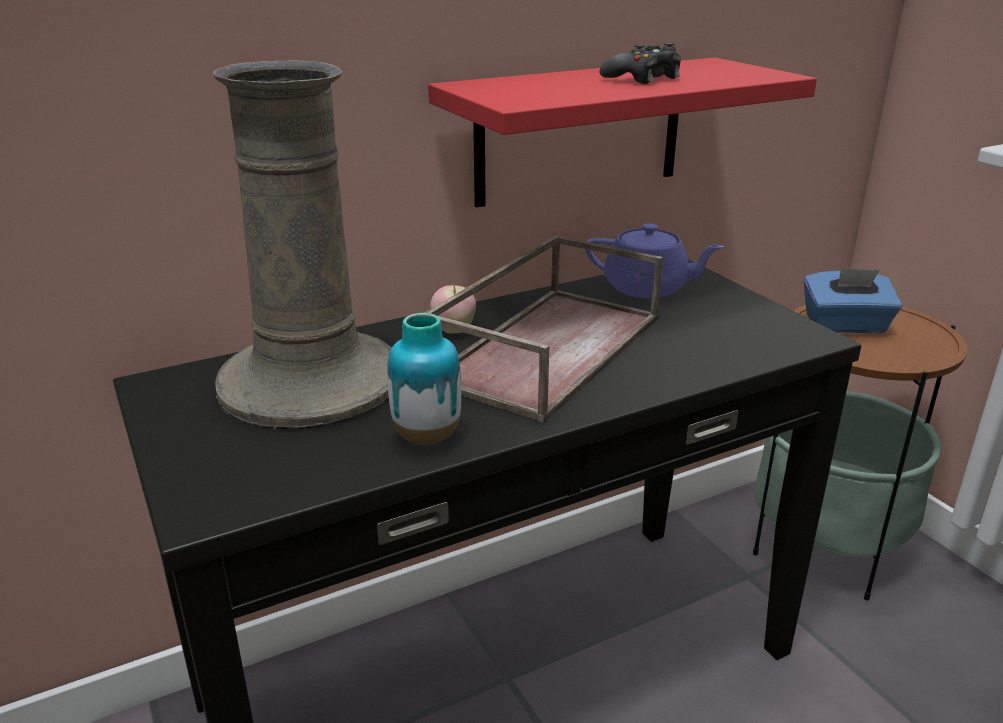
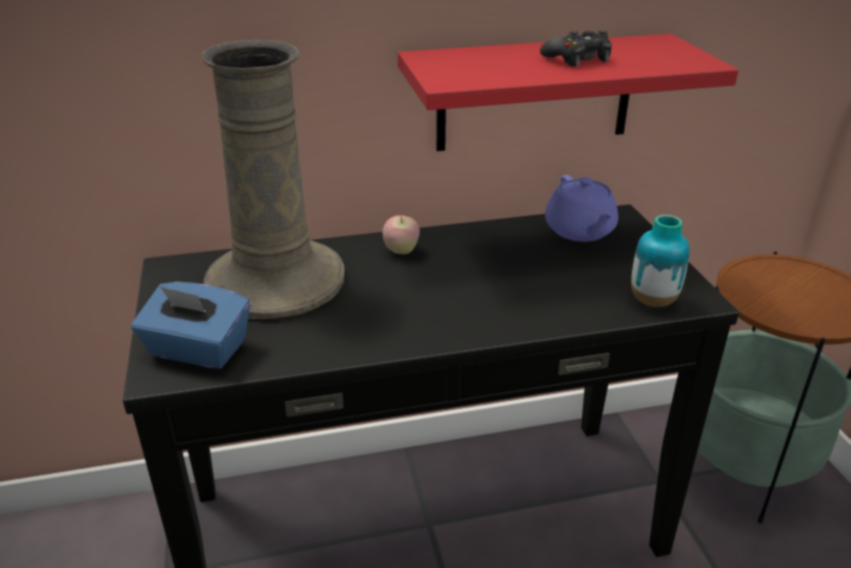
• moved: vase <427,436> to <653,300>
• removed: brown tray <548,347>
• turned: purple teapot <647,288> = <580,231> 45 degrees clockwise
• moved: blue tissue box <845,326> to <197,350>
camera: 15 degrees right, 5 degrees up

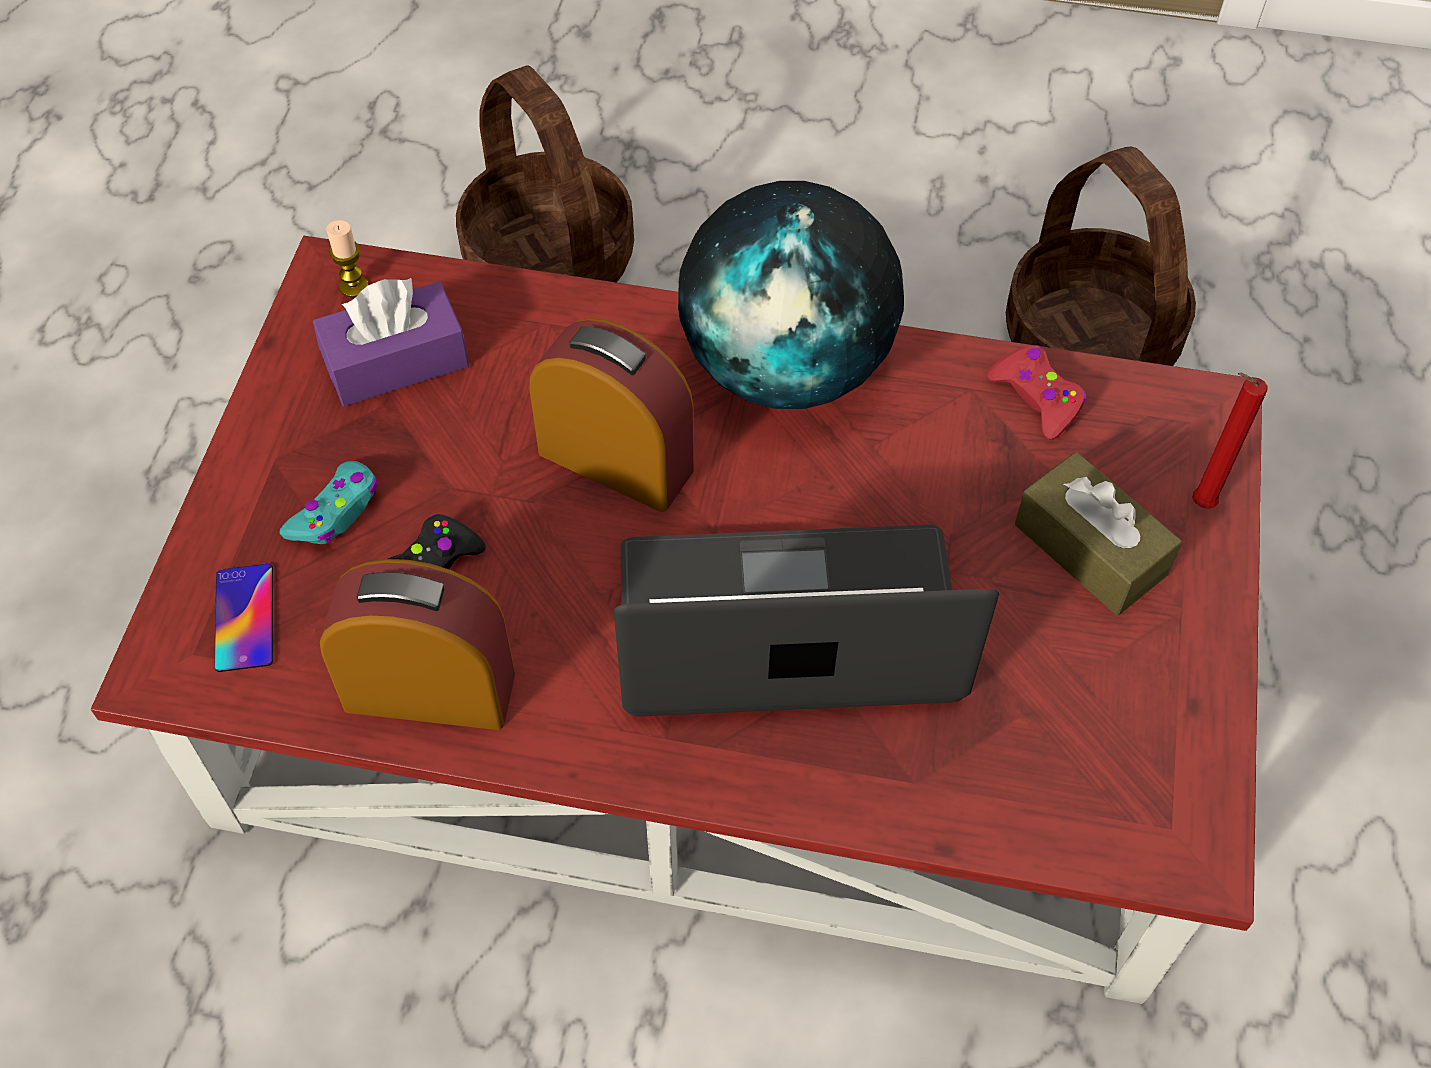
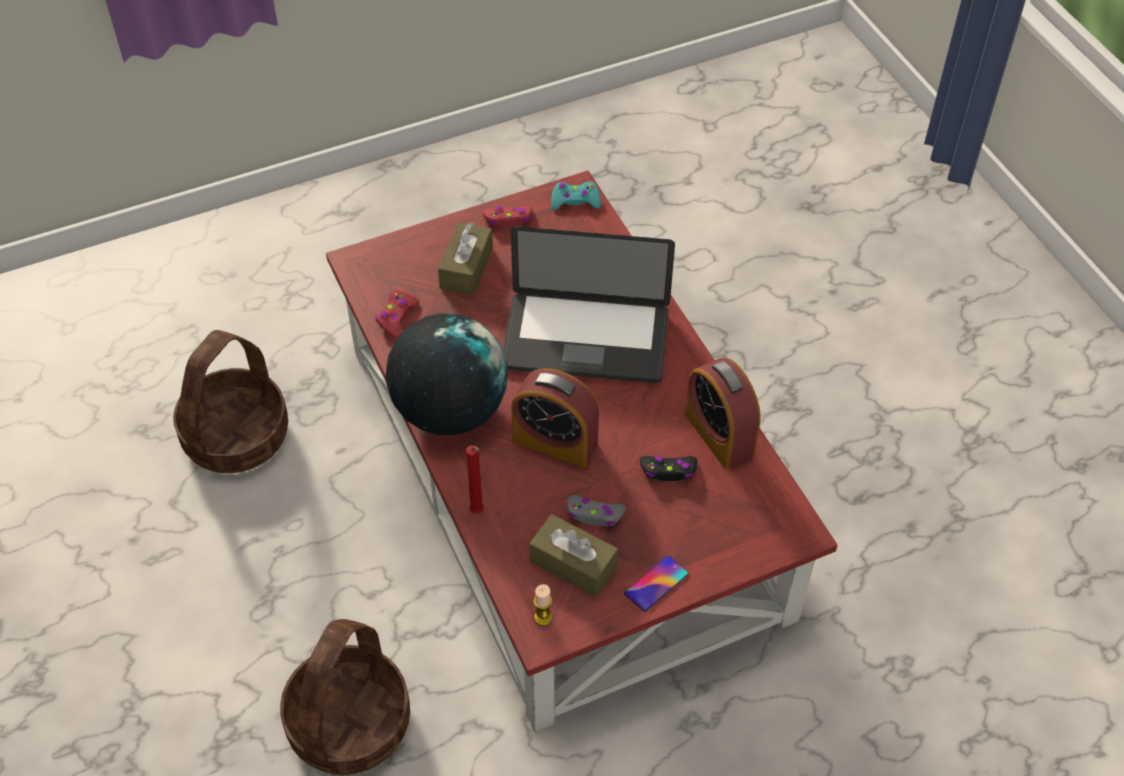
• moved: phone <244,618> to <656,583>
• moved: turquoise game controller <336,512> to <575,201>
• recoloured: purple tissue box <396,362> to brown tissue box <573,564>
• turned: alarm clock <616,460> = <555,442> 60 degrees counterclockwise
• turned: laptop <788,627> = <586,339> 45 degrees counterclockwise
• moved: red candle <1198,504> to <478,512>
• added: red game controller <508,219>
• added: grey game controller <594,515>
camera: 125 degrees left, 5 degrees down

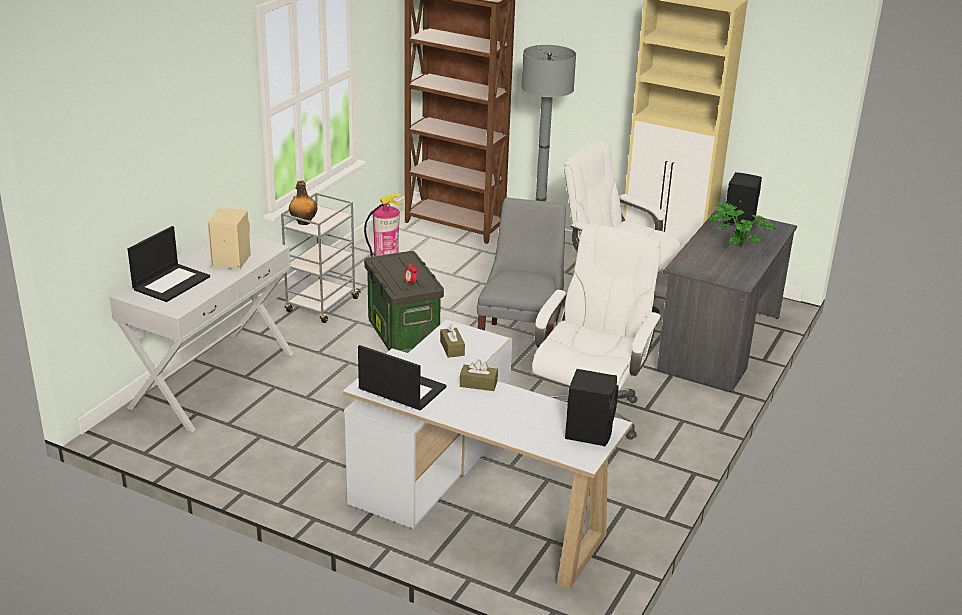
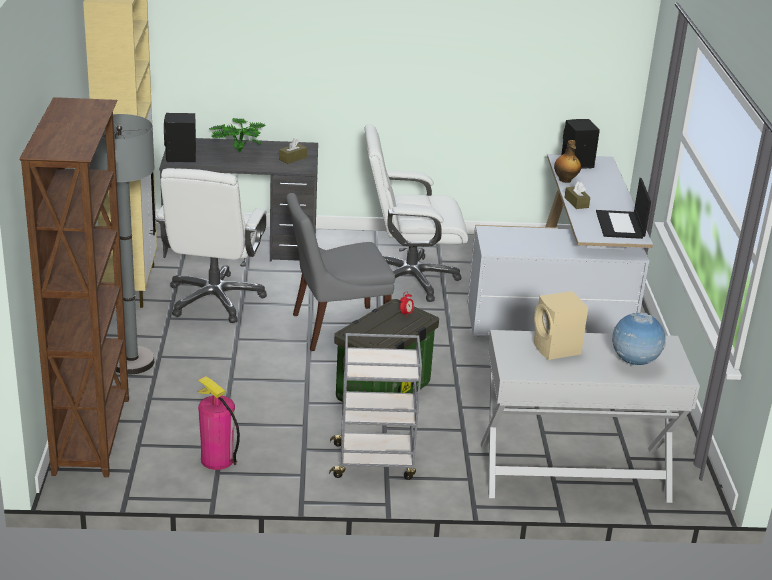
• replaced: laptop <171,282> to globe <634,363>
• moved: bottle <303,222> to <565,180>
• moved: brown tissue box <452,348> to <292,158>
camera: 120 degrees left, 0 degrees up

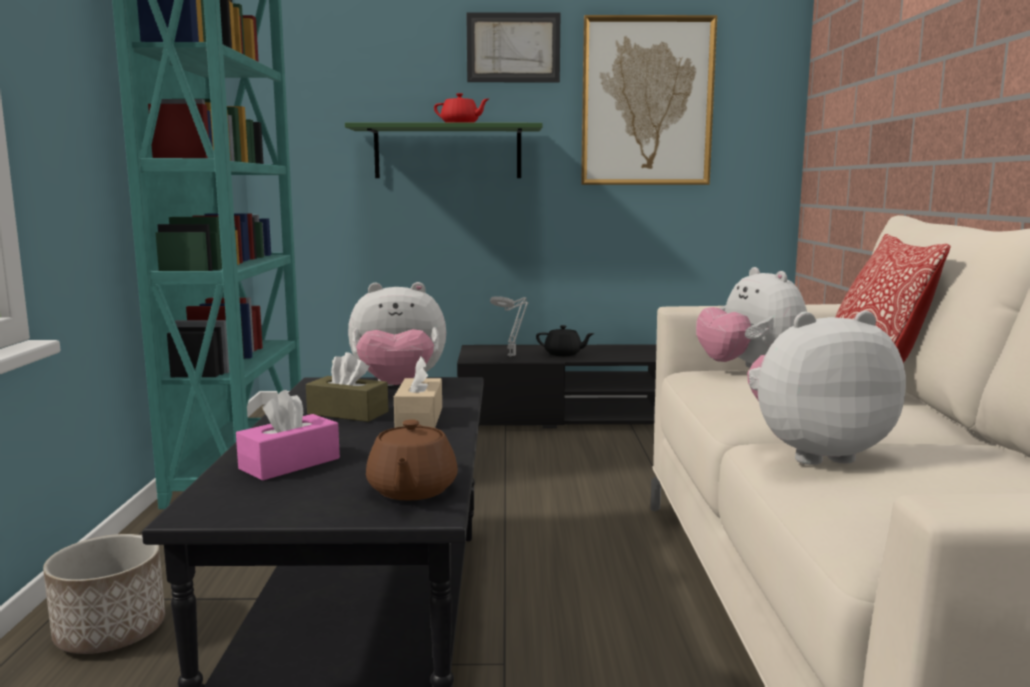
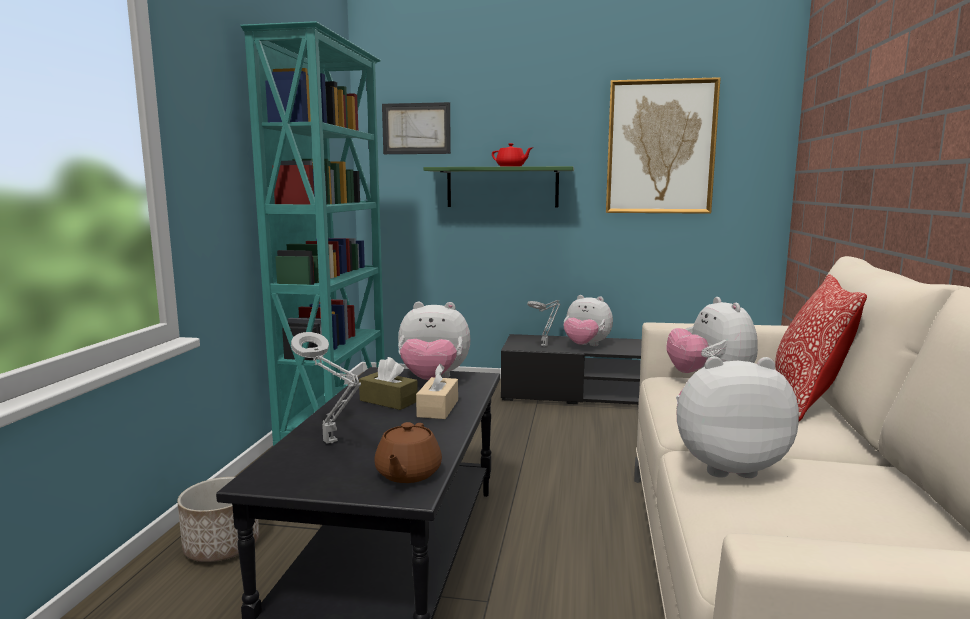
• replaced: pink tissue box <290,463> to grey table lamp <332,443>
• moved: picture <513,48> to <416,128>
• replaced: black teapot <563,354> to plush toy <586,346>
camera: 10 degrees right, 0 degrees up

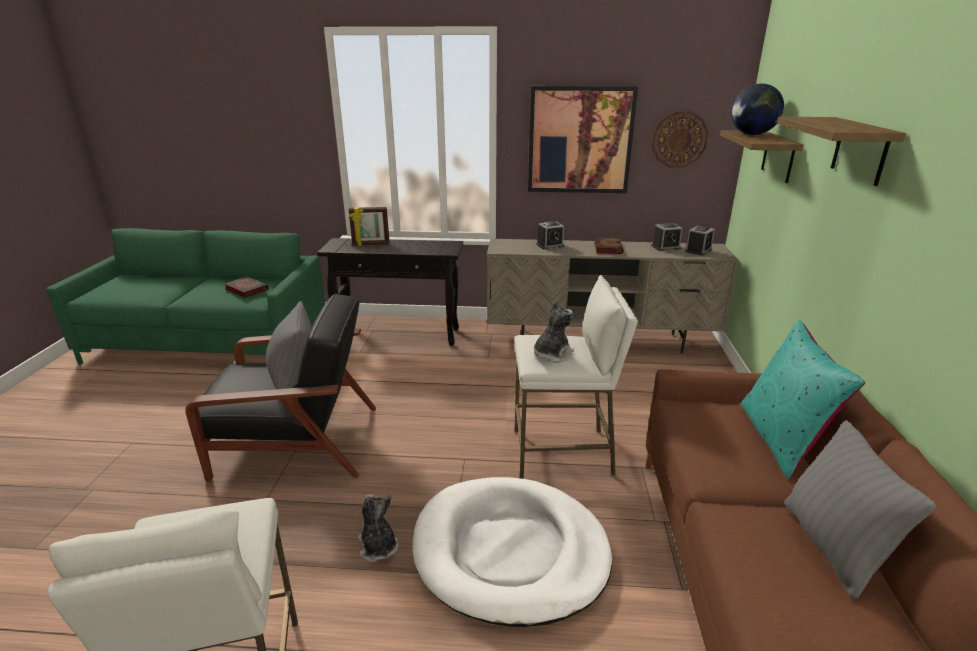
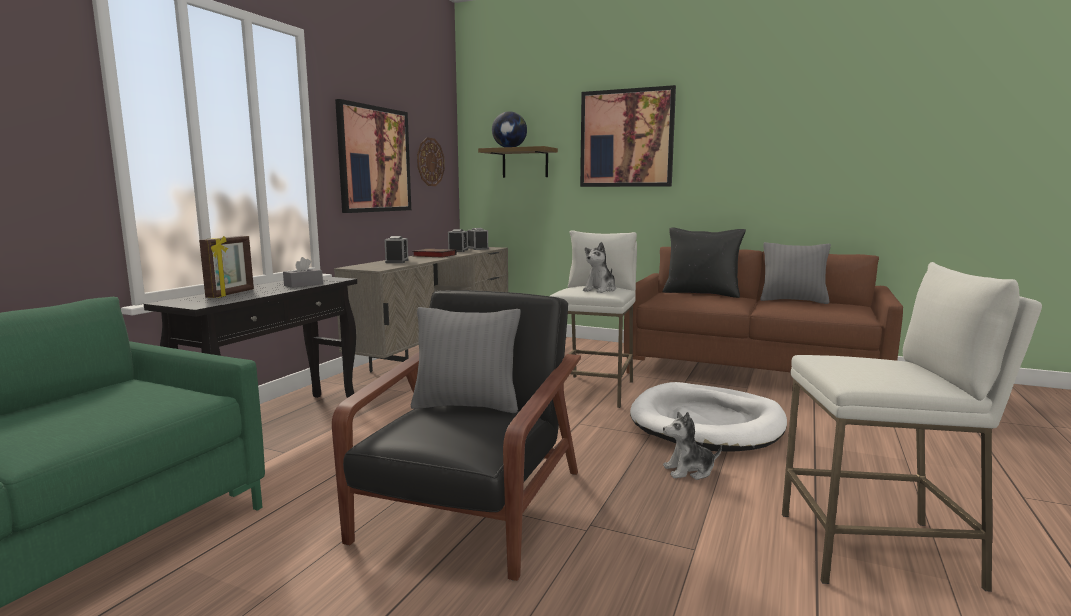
• removed: book <245,289>
• turned: plush toy <552,354> = <600,290> 120 degrees counterclockwise
• recoloured: turquoise pillow <781,439> to black pillow <701,293>
• replaced: shelf <860,150> to picture <626,138>
• added: grey tissue box <303,285>
camera: 70 degrees left, 15 degrees down

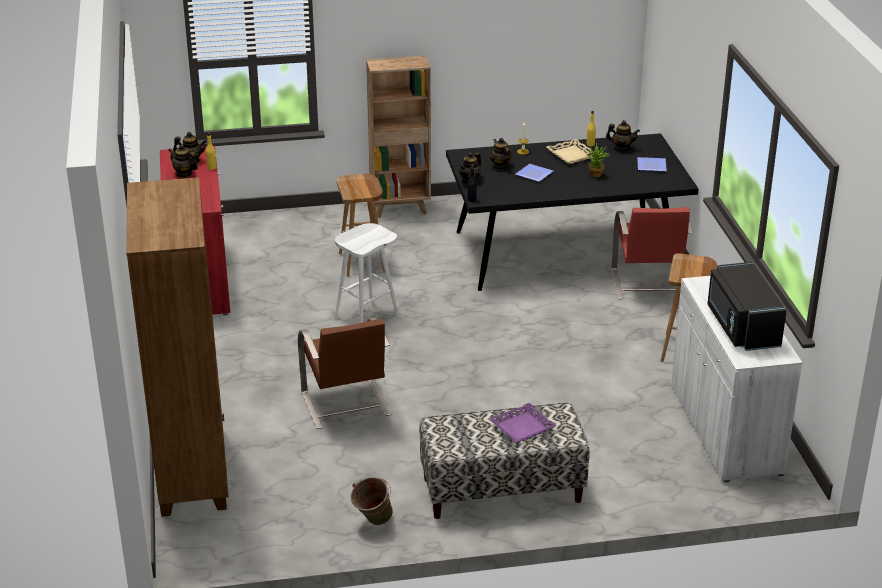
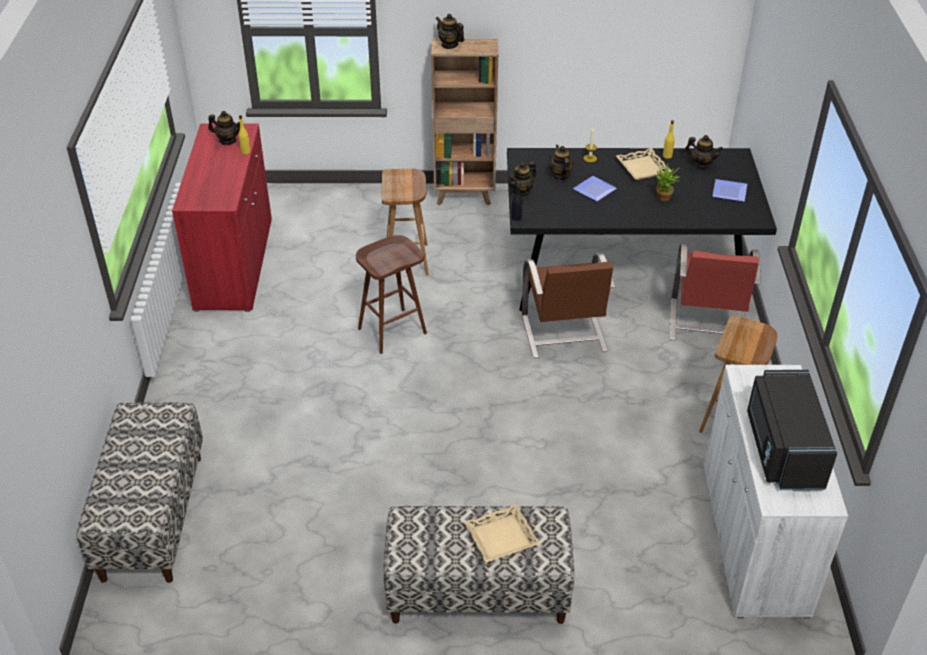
• replaced: brown bookcase <193,471> to bench <152,516>
• moved: teapot <184,174> to <449,45>
• moved: brown chair <345,405> to <563,334>
• recoloured: white stool <366,316> to brown stool <392,330>
• removed: green bucket <372,522>
• recoloured: purple tray <522,427> to beige tray <501,538>
camera: 10 degrees right, 10 degrees up

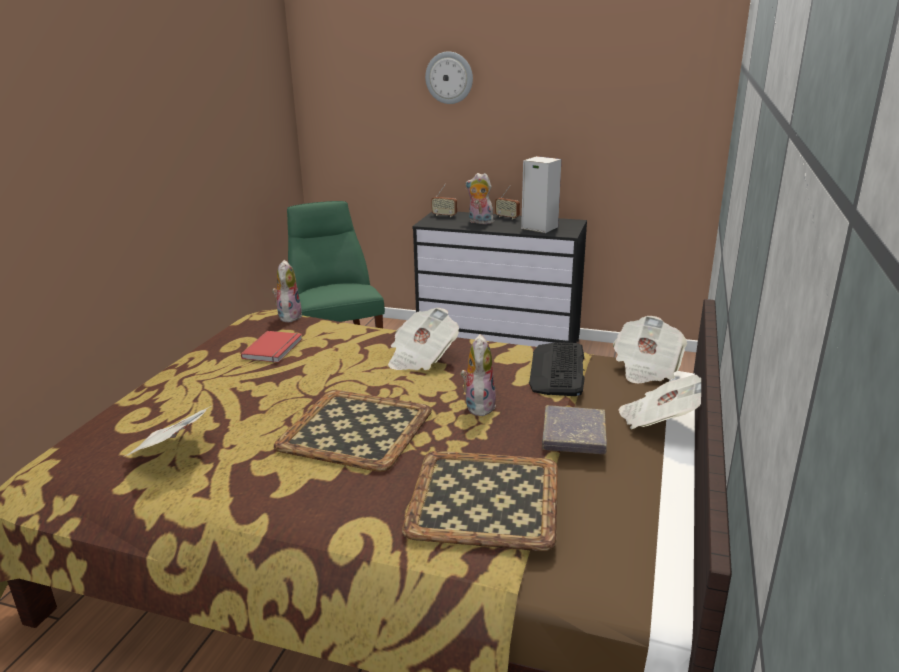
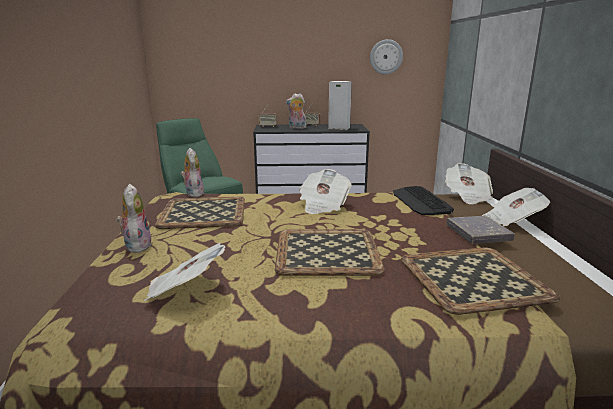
• replaced: red book <274,349> to tray <204,212>
• moved: wall clock <449,78> to <386,57>
• moved: plush toy <478,405> to <136,246>
camera: 20 degrees left, 5 degrees down

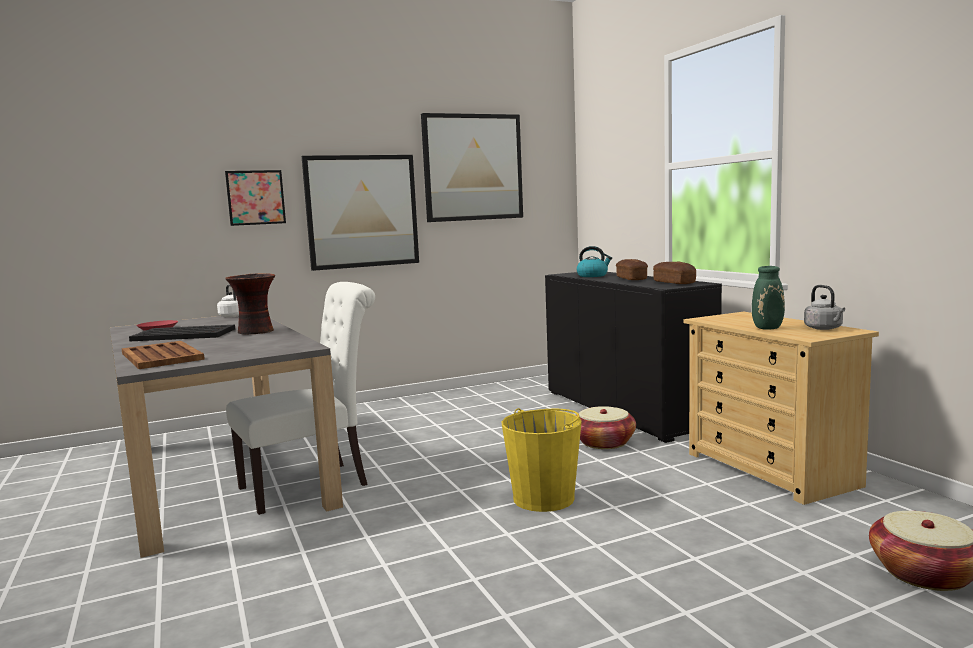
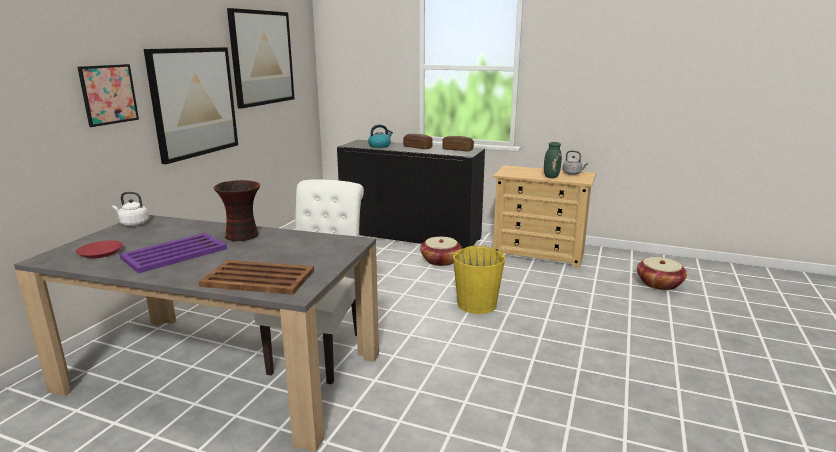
• recoloured: black tray <183,335> to purple tray <174,253>
camera: 45 degrees left, 10 degrees up

